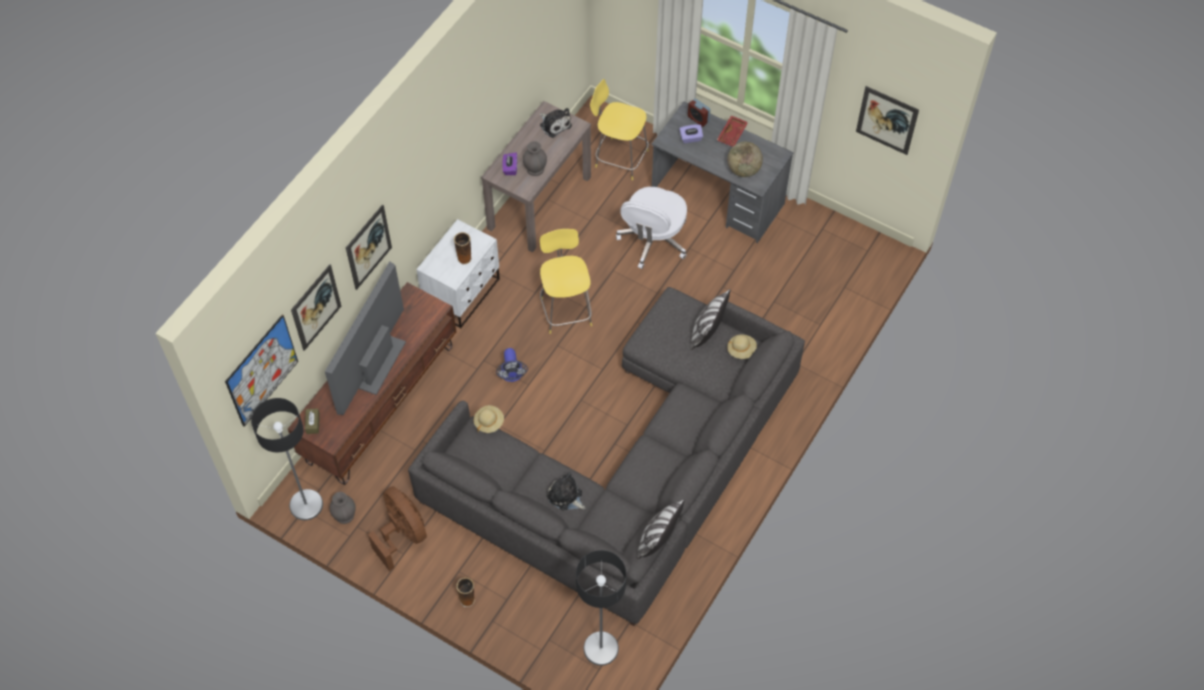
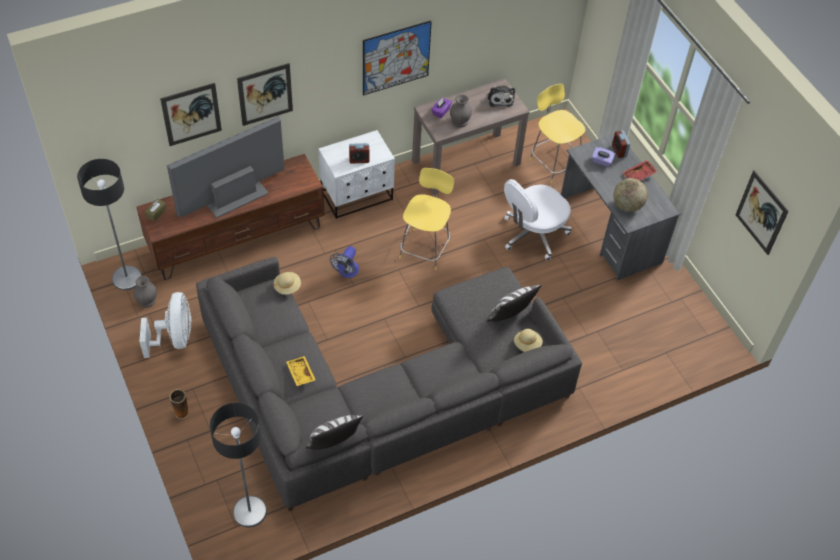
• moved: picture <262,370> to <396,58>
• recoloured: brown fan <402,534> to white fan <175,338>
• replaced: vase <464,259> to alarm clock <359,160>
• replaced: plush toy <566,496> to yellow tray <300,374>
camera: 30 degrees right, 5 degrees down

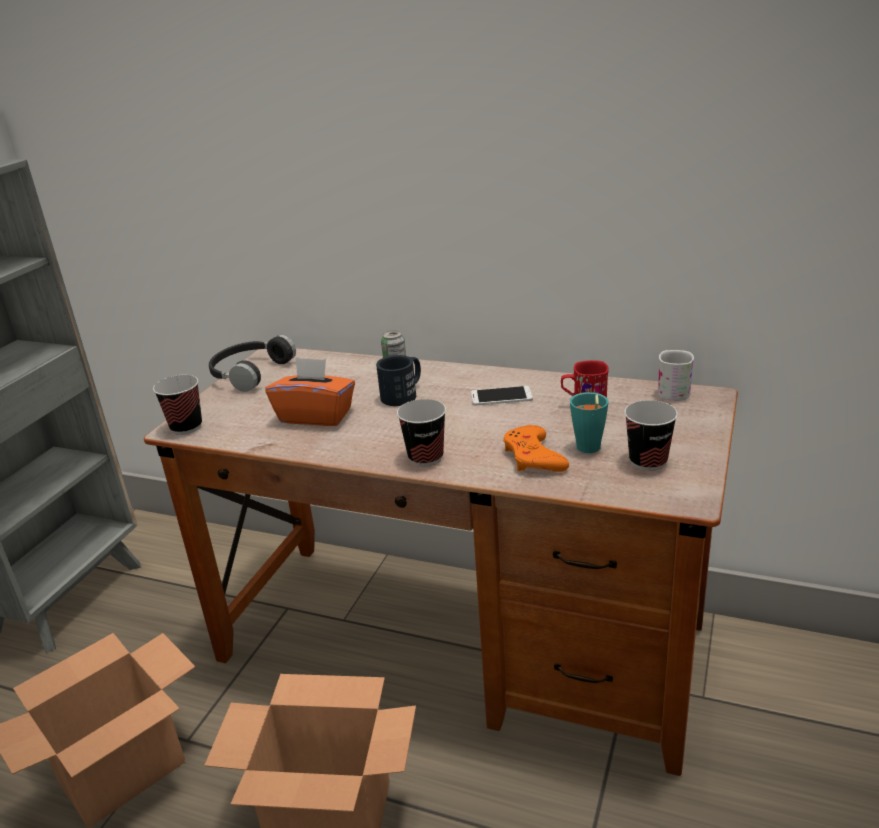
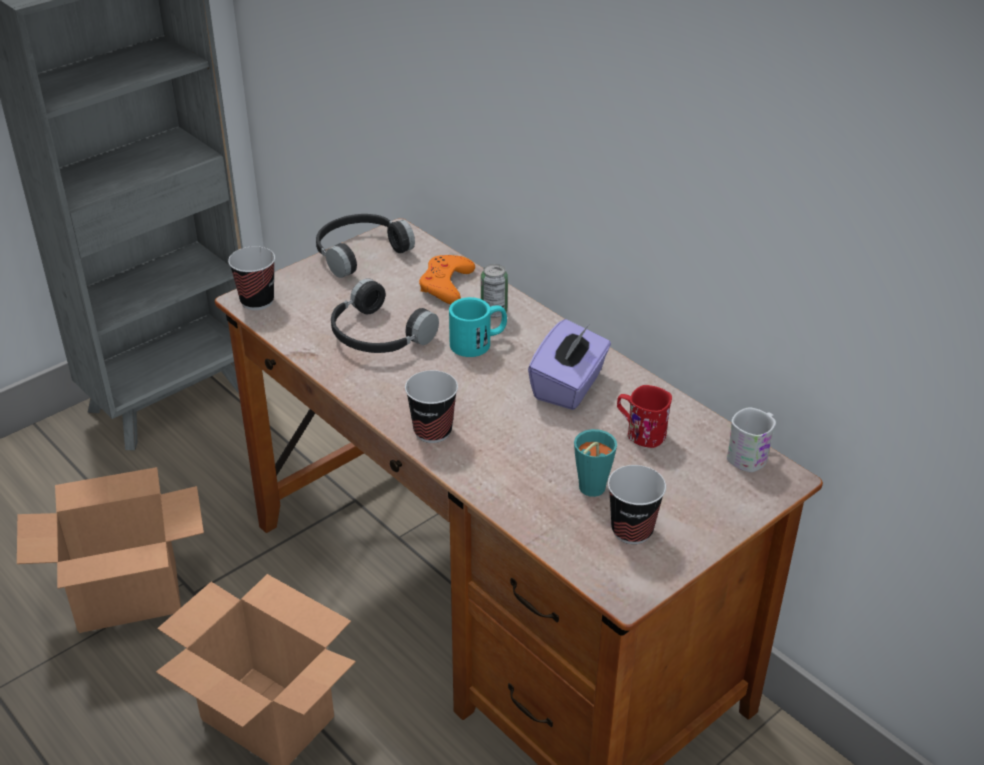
• replaced: orange tissue box <316,416> to black headphones <377,336>
• recoloured: black mug <403,394> to turquoise mug <478,342>
• replaced: phone <501,396> to purple tissue box <569,386>
• moved: orange game controller <533,457> to <446,285>
camera: 25 degrees right, 10 degrees up

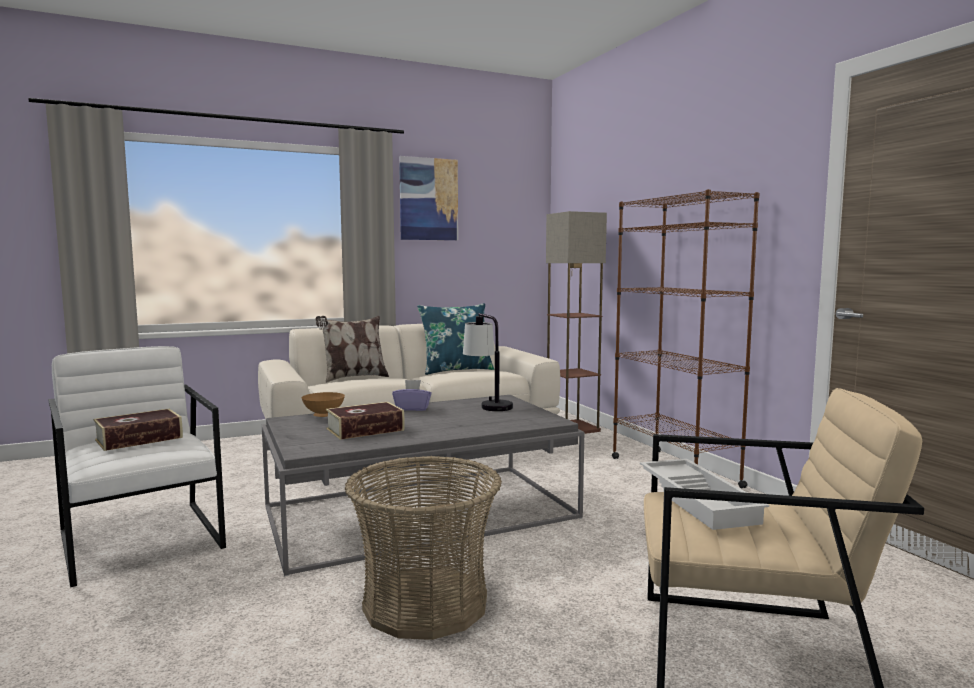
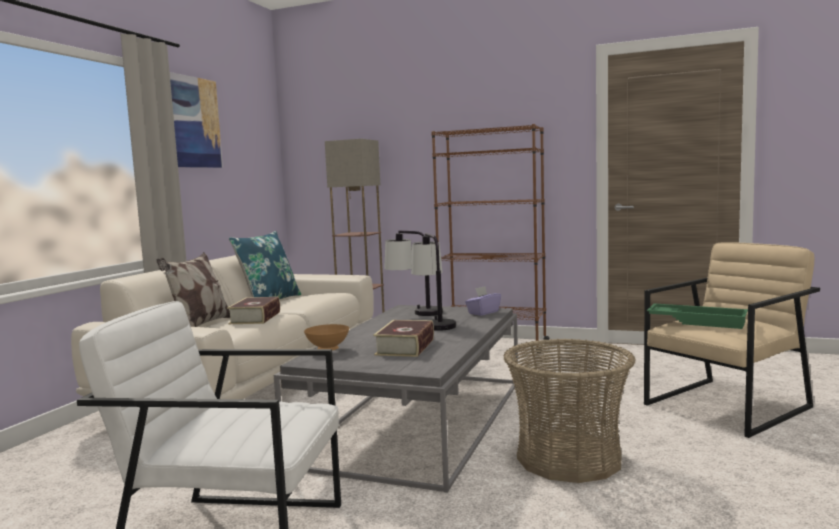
• moved: book <139,439> to <255,318>
• moved: purple tissue box <412,408> to <483,312>
• recoloured: white tray <700,500> to green tray <697,321>
• added: table lamp <434,324>
camera: 45 degrees left, 0 degrees up

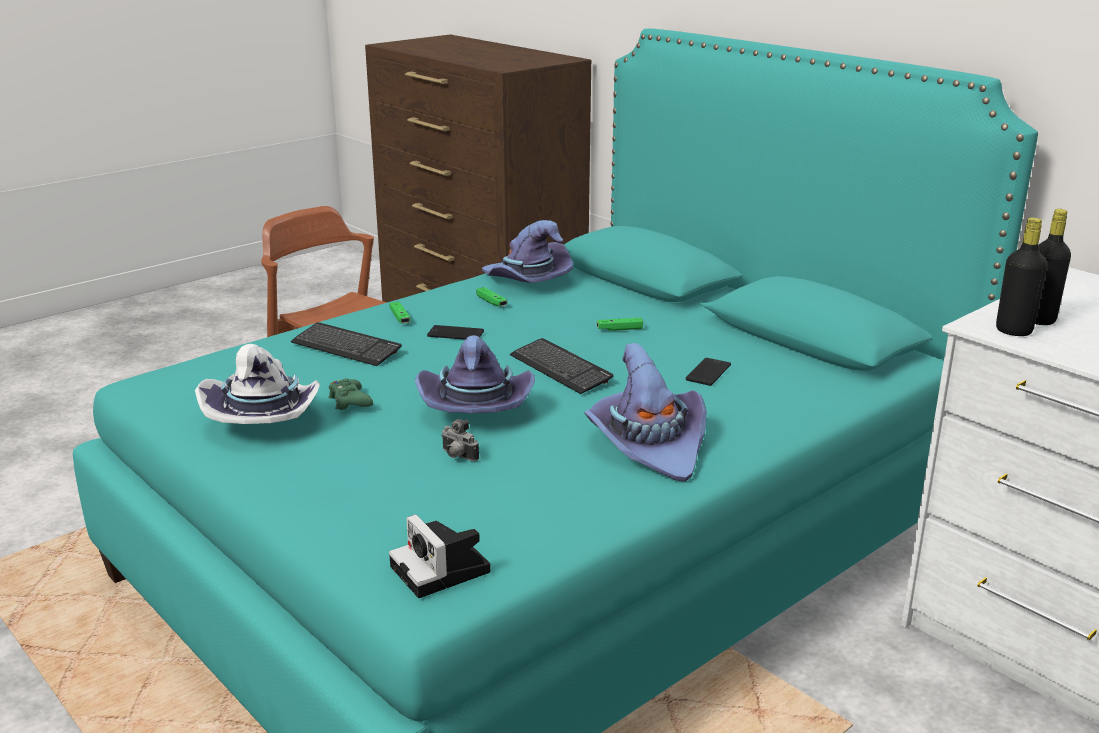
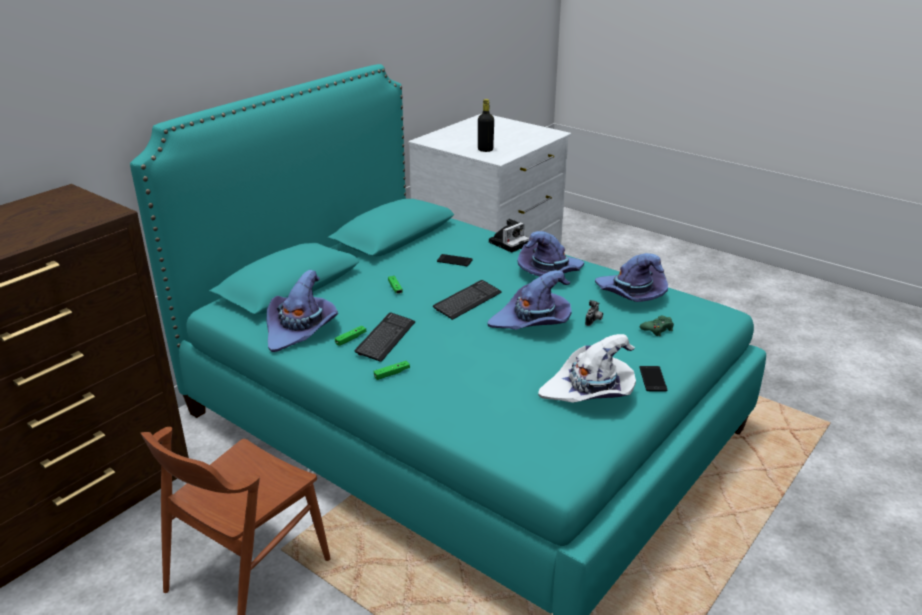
• moved: keyboard <346,347> to <385,338>
• moved: green game controller <349,401> to <657,329>
• moved: photo camera <443,570> to <509,243>
• moved: phone <455,334> to <652,379>
• removed: black bottle <1013,331>
• added: purple hat <630,295>
camera: 100 degrees left, 5 degrees up

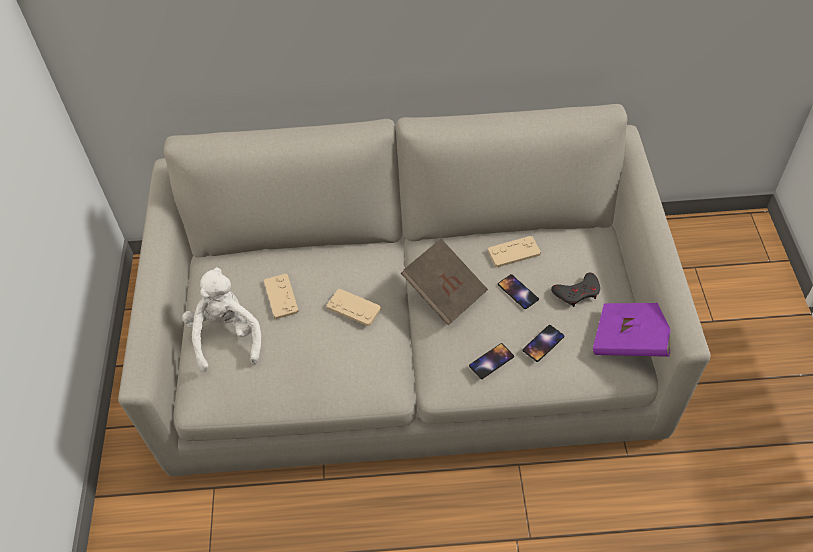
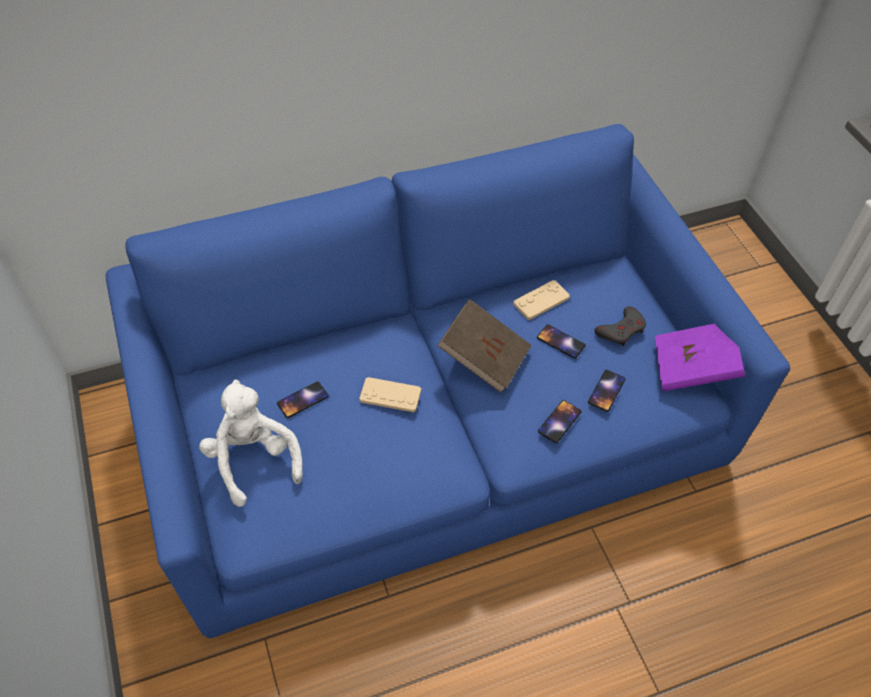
• recoloured: grey sofa <412,341> to blue sofa <435,421>
• replaced: beige game controller <281,297> to phone <303,400>
camera: 20 degrees left, 0 degrees up

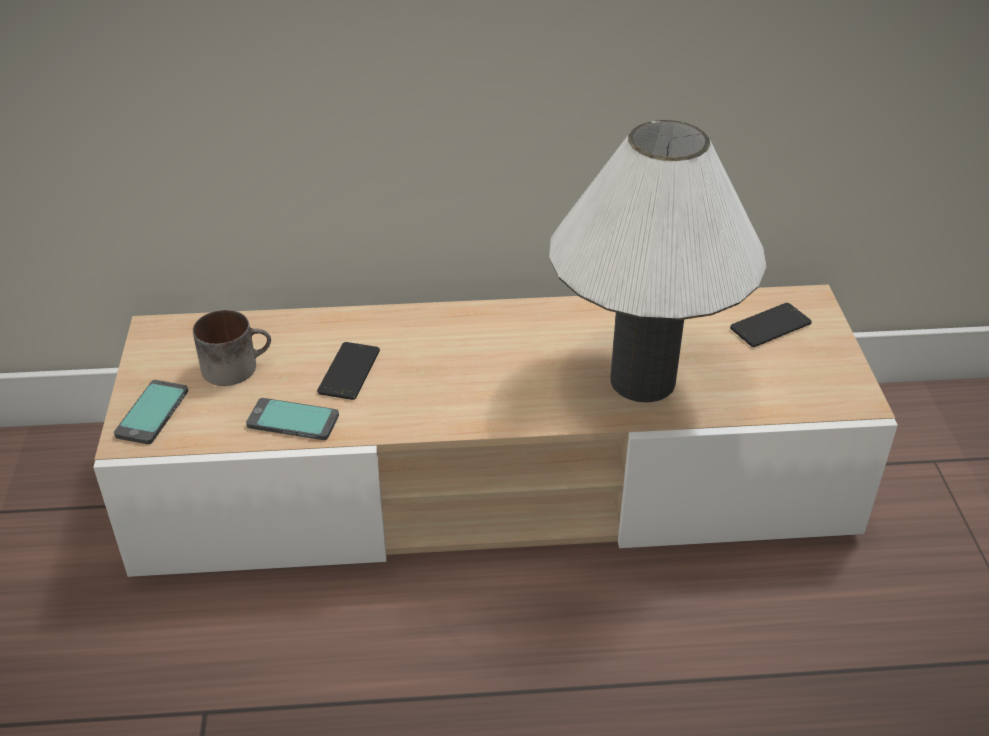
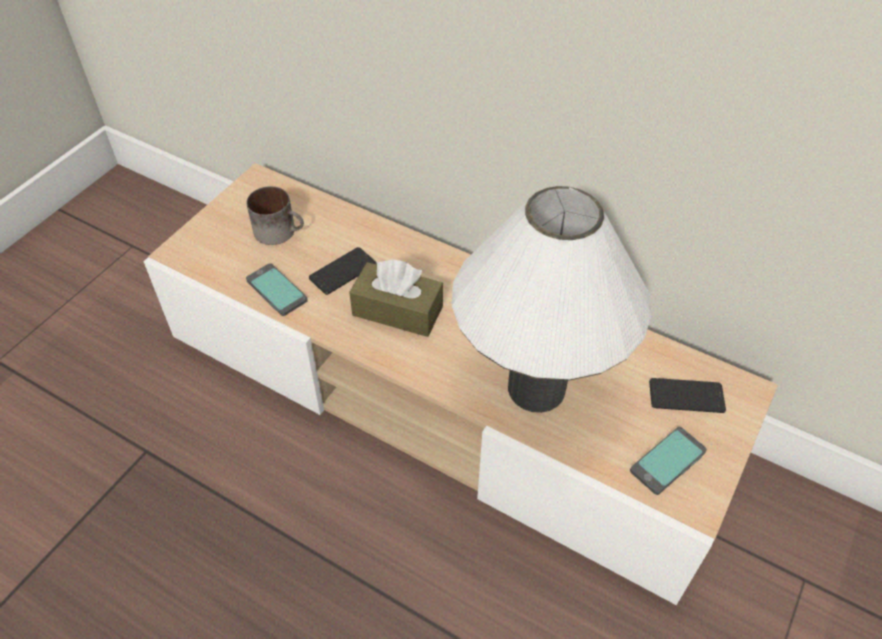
• moved: phone <153,413> to <668,461>
• added: brown tissue box <397,310>
camera: 35 degrees right, 10 degrees up

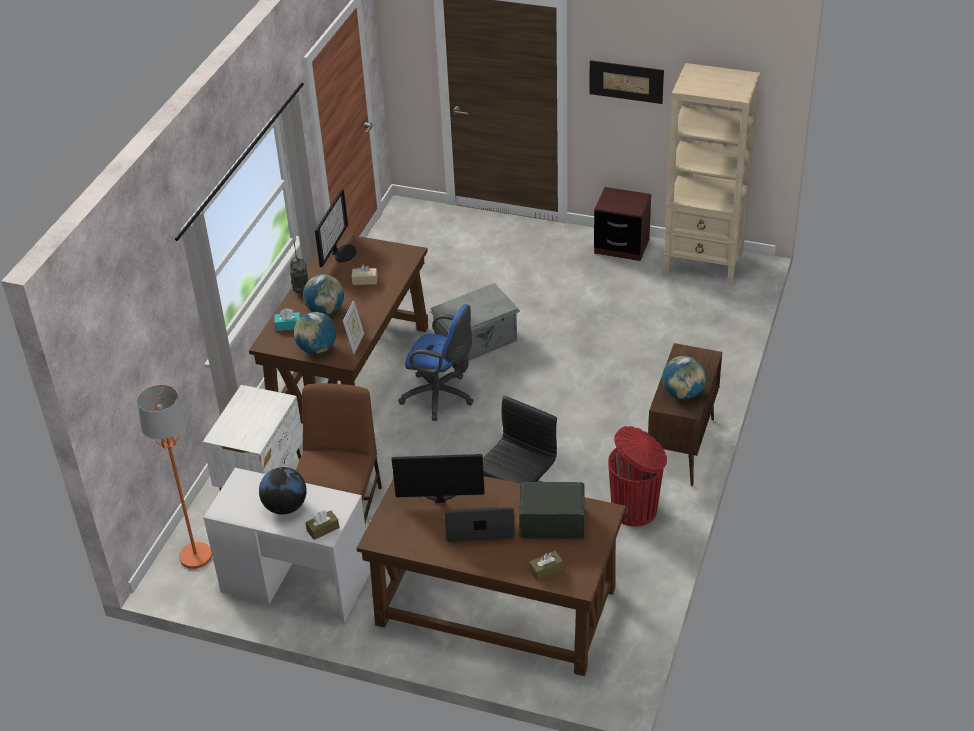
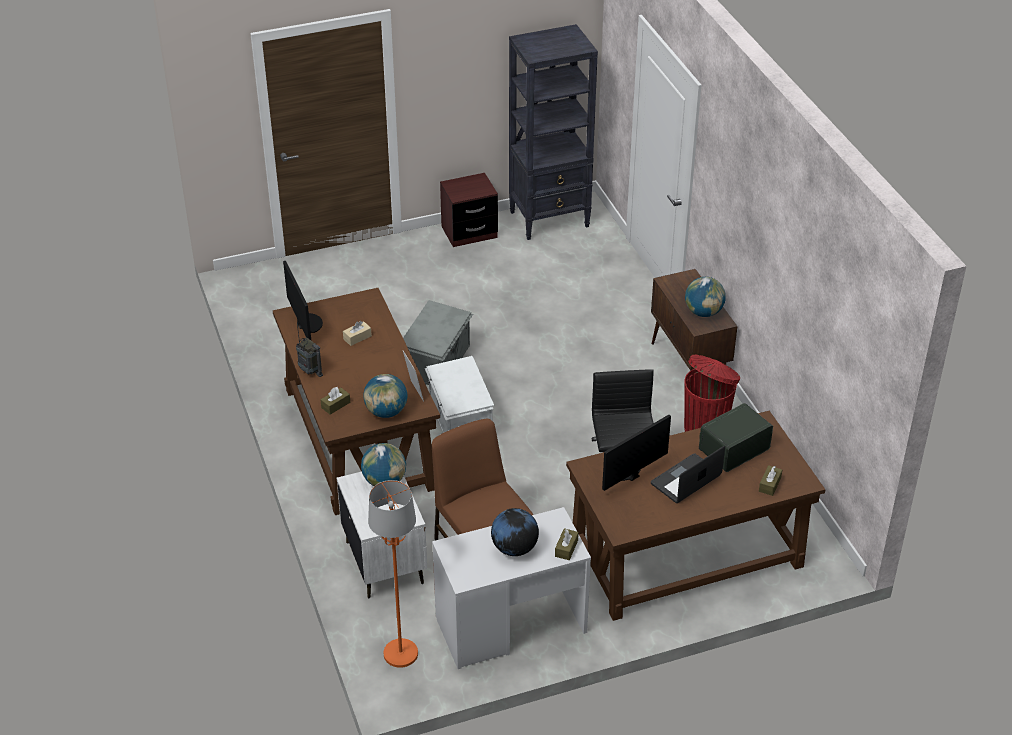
• recoloured: turquoise tissue box <288,325> to brown tissue box <335,405>
• moved: globe <325,310> to <384,481>
• replaced: blue office chair <441,397> to white storage box <459,419>
• removed: picture <626,81>
• recoloured: beige bookcase <704,264> to black bookcase <550,219>
camera: 40 degrees left, 0 degrees up

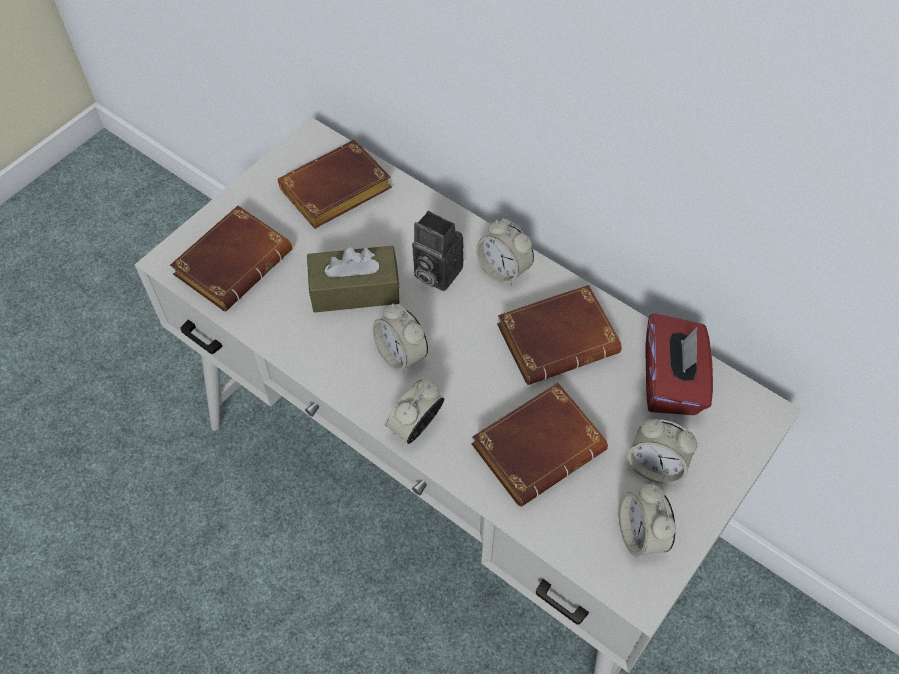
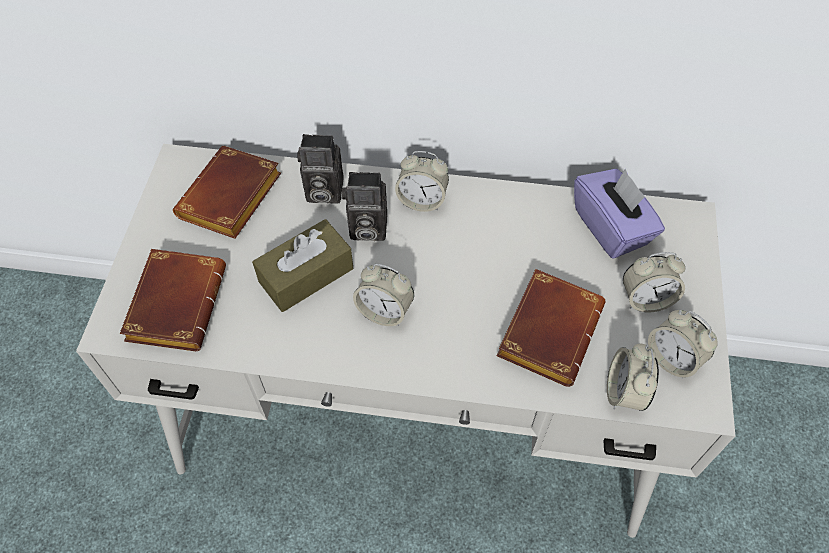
• moved: alarm clock <415,426> to <624,392>
• removed: brown book <558,337>
• recoloured: red tissue box <671,382> to purple tissue box <611,227>
• added: photo camera <322,192>
camera: 30 degrees left, 0 degrees up

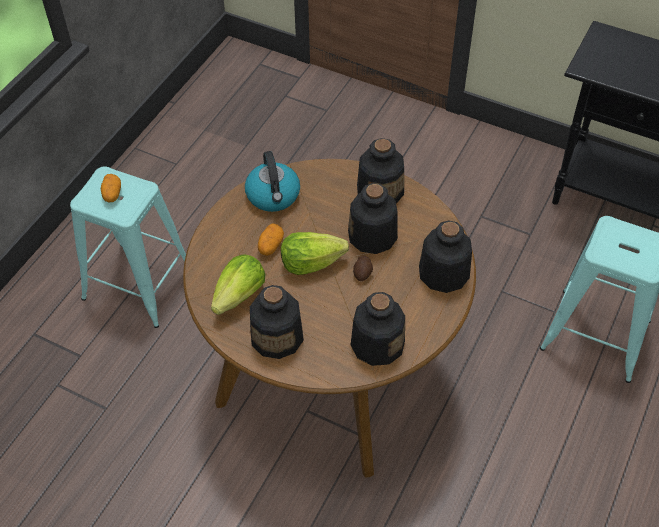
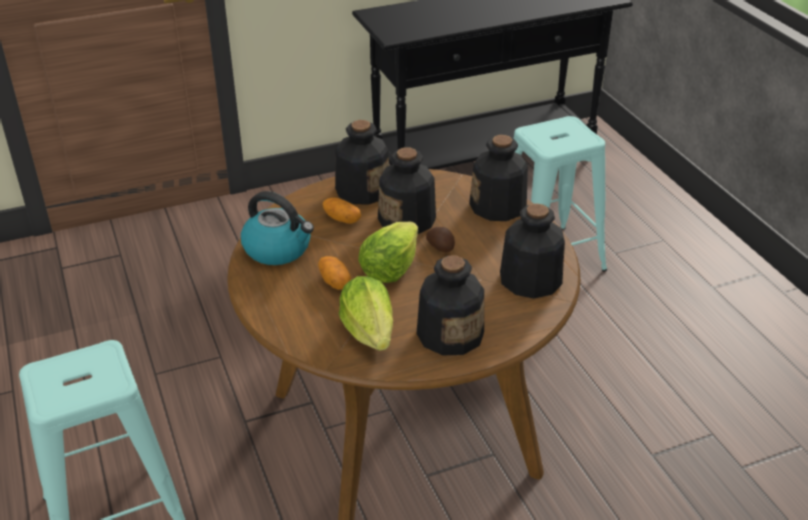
• moved: potato <112,194> to <342,219>
camera: 50 degrees left, 15 degrees down

